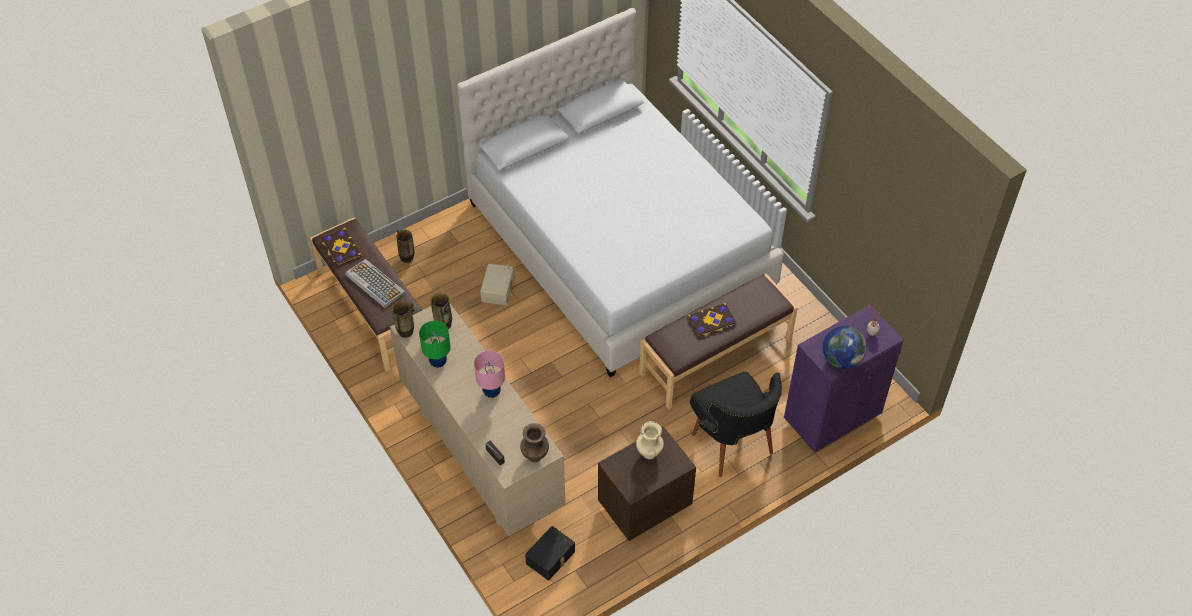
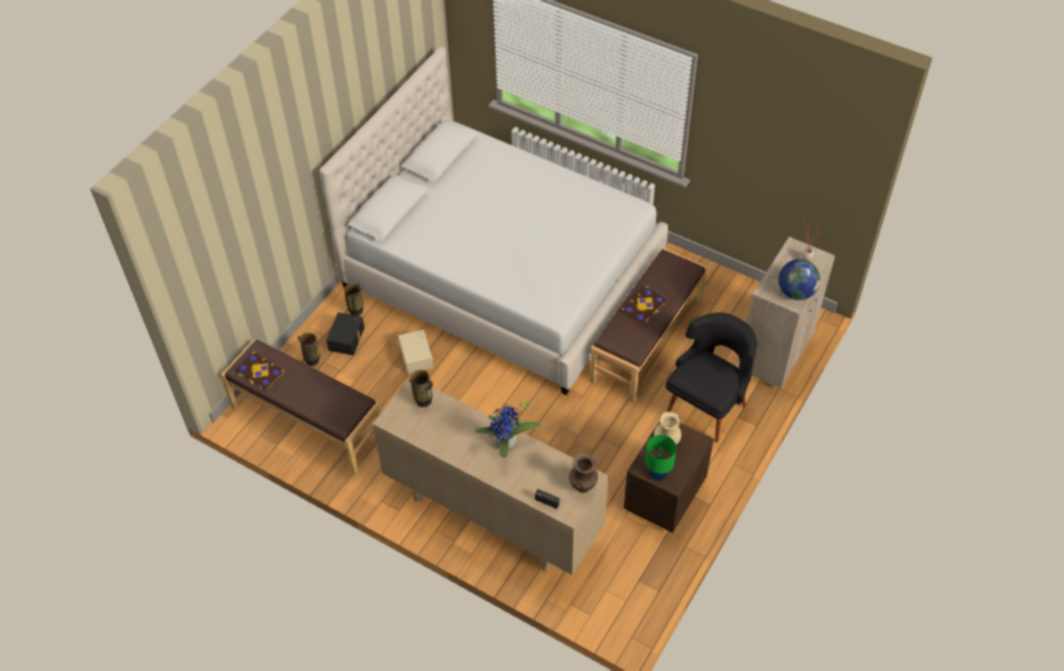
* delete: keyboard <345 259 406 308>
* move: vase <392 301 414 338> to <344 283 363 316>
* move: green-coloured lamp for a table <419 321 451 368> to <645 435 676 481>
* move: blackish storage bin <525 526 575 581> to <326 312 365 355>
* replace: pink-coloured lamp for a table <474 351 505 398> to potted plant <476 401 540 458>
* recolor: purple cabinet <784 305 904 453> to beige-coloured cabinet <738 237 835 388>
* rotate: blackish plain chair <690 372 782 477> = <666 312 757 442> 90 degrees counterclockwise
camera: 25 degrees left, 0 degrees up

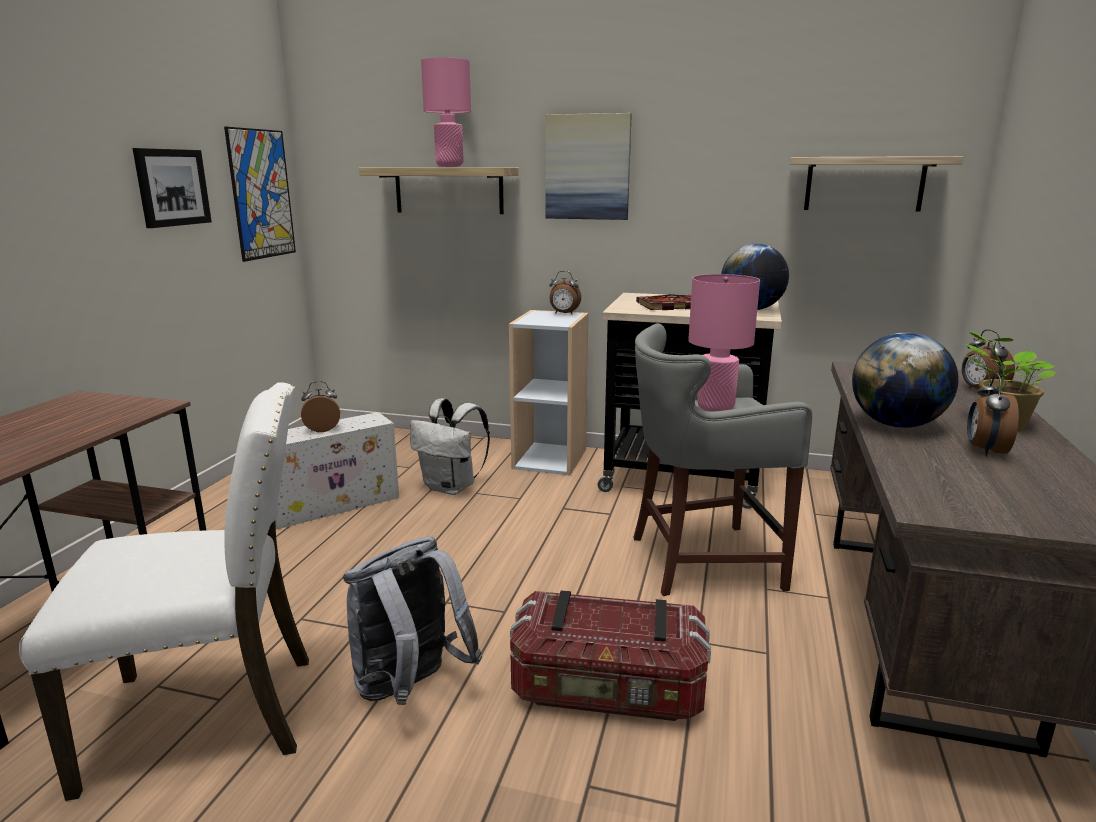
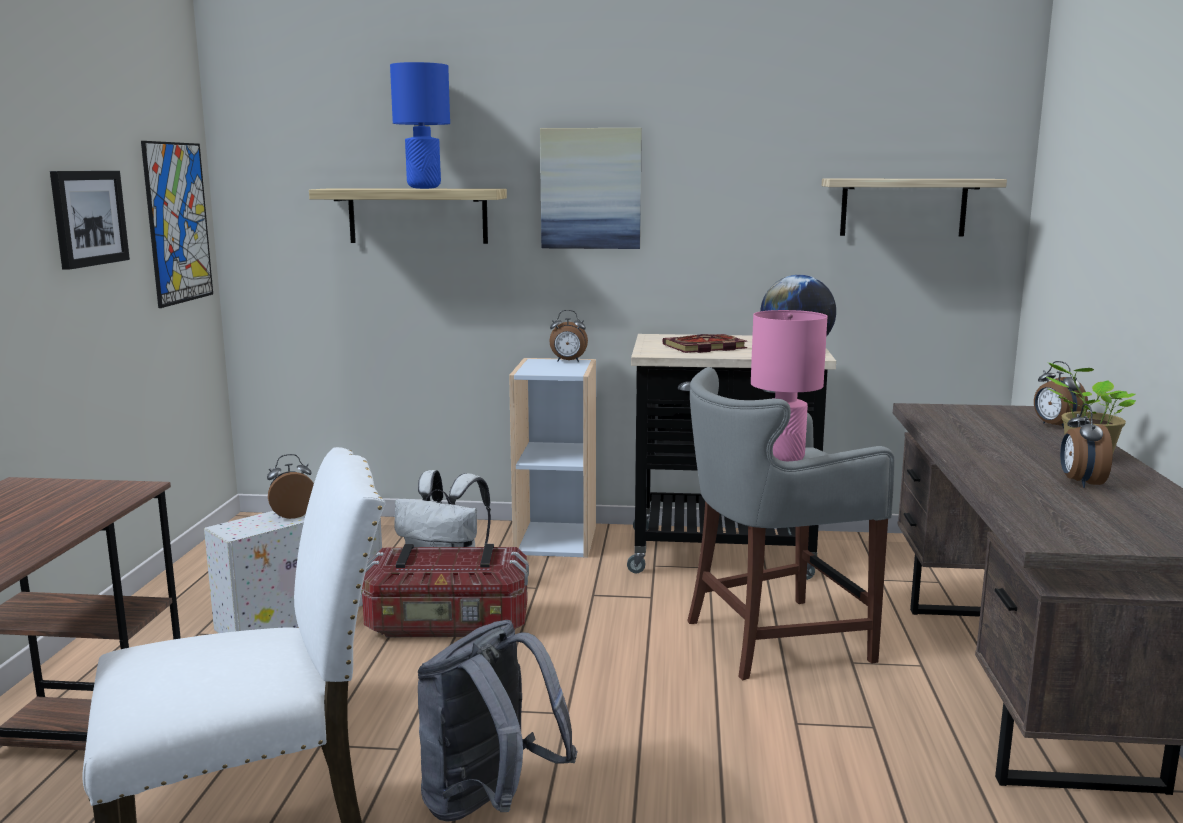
* delete: globe <852 332 959 428>
* move: storage bin <510 591 711 721> to <362 544 529 637>
* recolor: pink-coloured lamp for a table <421 57 471 167> to blue-coloured lamp for a table <390 62 450 189>
camera: 10 degrees left, 5 degrees down

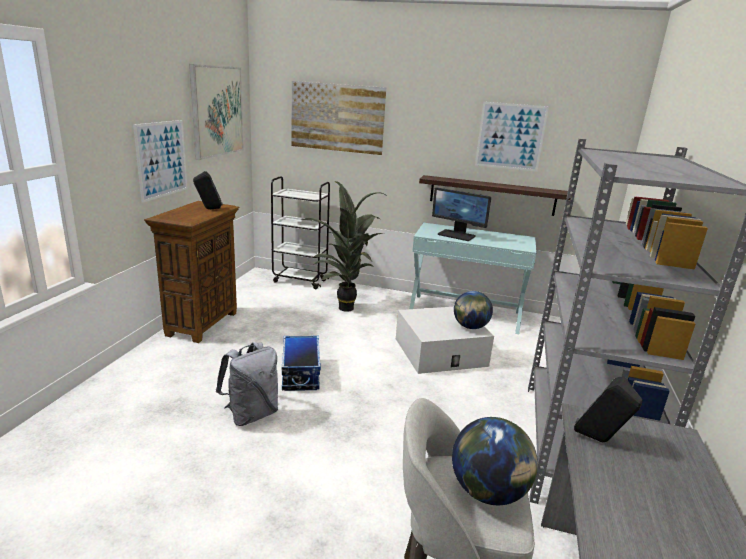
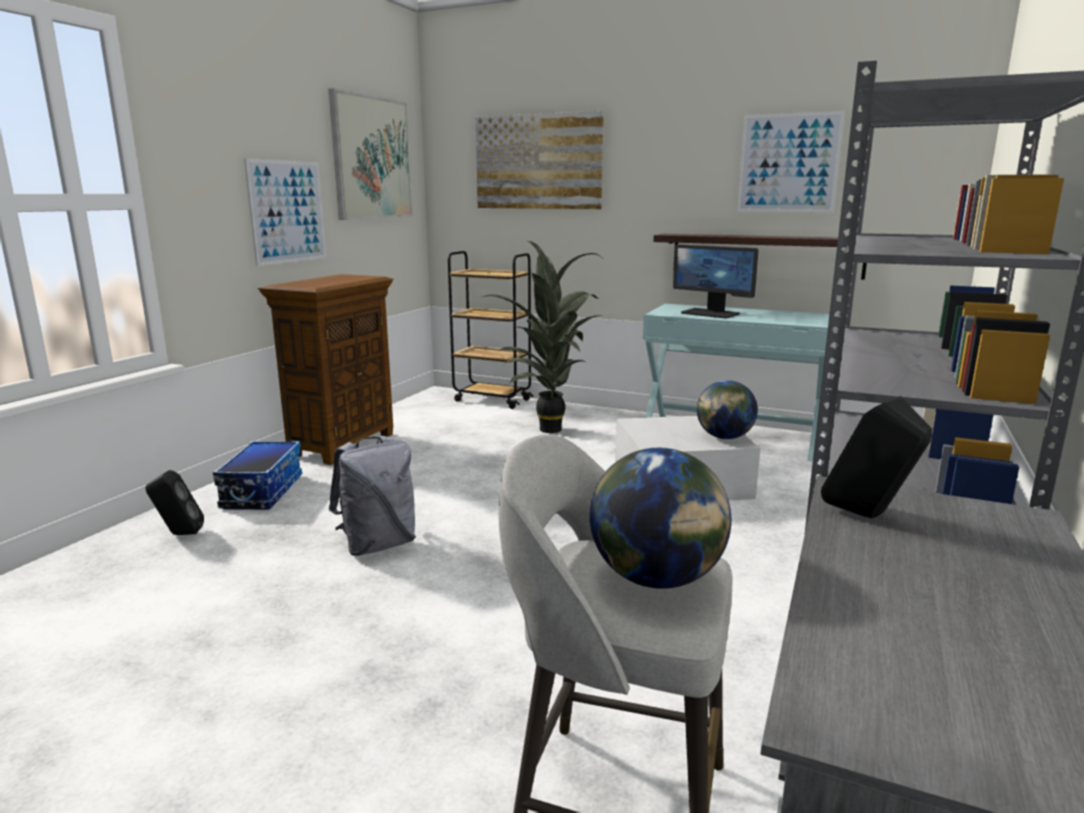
* move: blackish speaker <193 171 222 209> to <145 470 204 535>
* move: storage bin <282 336 321 391> to <213 441 302 510>
* recolor: white-coloured cart <271 176 330 289> to brownish cart <448 251 534 409>
camera: 10 degrees right, 5 degrees down

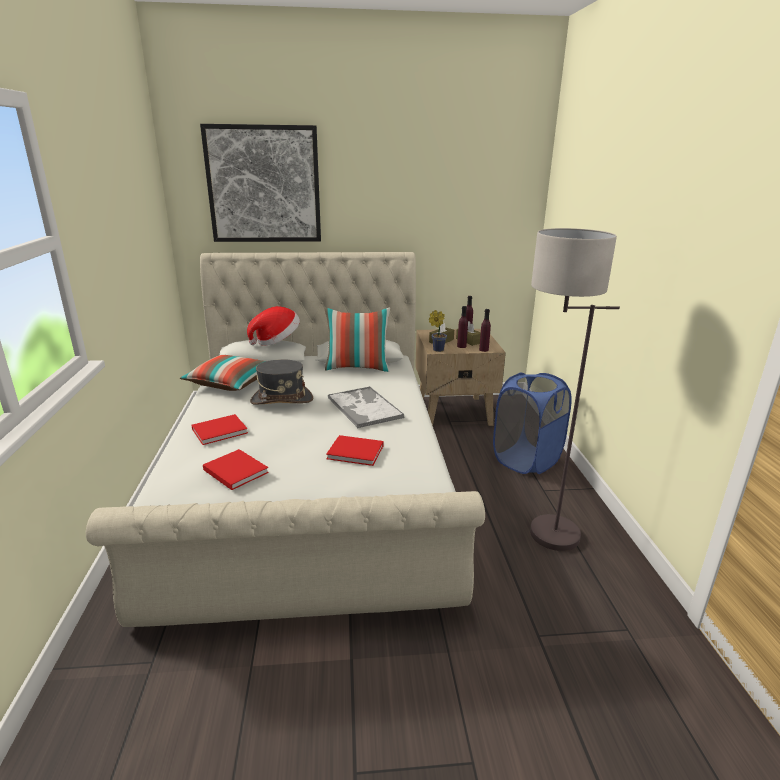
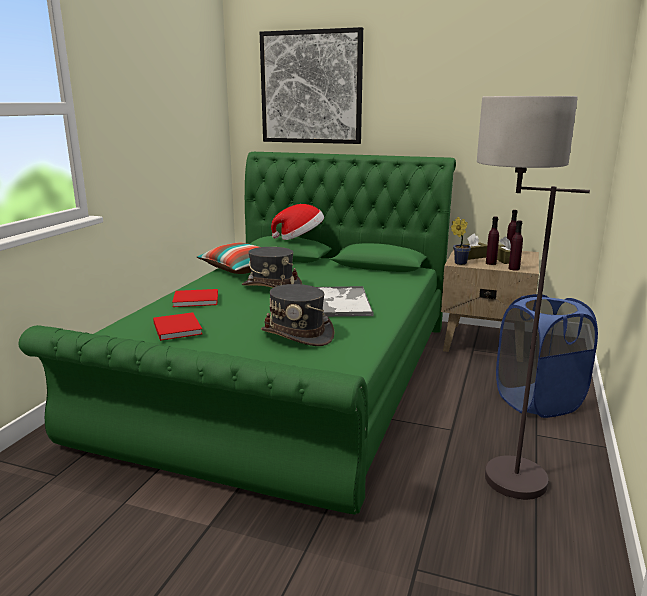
* delete: throw pillow <324 308 390 372>
* replace: red book <326 435 384 466> to gray clothing hat <261 284 335 346>
* recolor: beige-coloured bed <86 252 485 627> to green-coloured bed <18 152 456 515>
camera: 25 degrees right, 5 degrees down

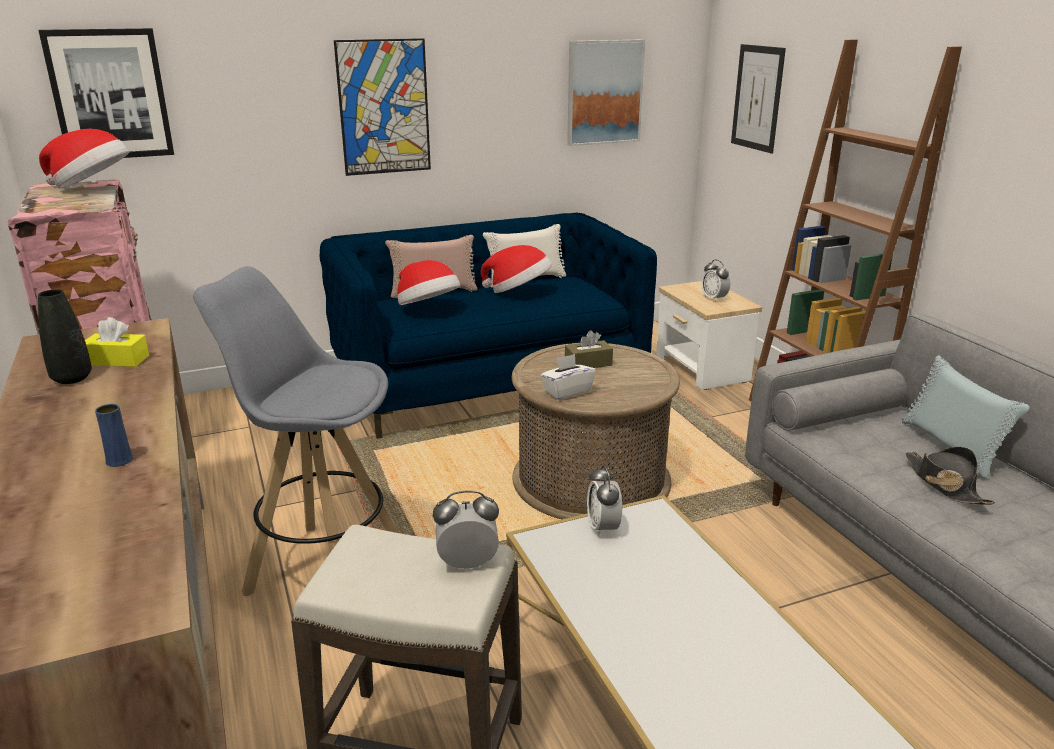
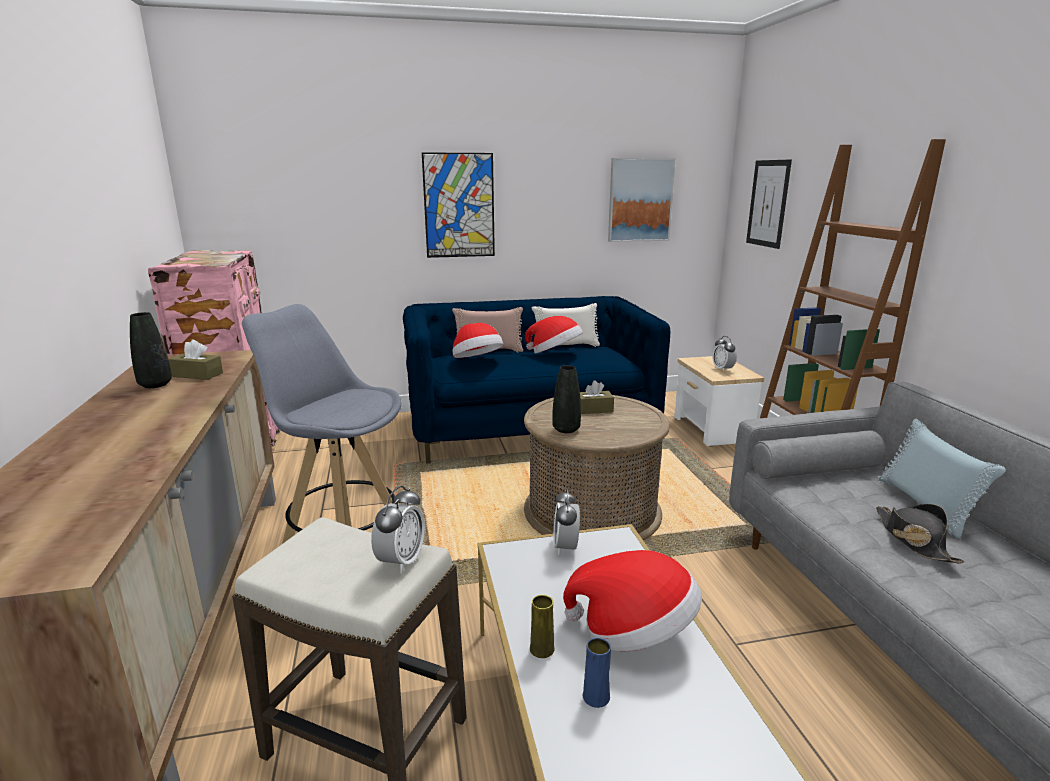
* delete: picture <38 28 174 158>
* insert: yellowish vase <530 595 555 658>
* move: clothing hat <39 129 129 188> to <563 550 702 651>
* move: blue-coloured vase <95 404 133 467> to <583 637 611 708>
* replace: white-coloured tissue box <541 354 596 400> to blackish vase <552 365 581 433>
* recolor: yellowish tissue box <85 317 149 367> to brownish tissue box <168 340 223 380>
* rotate: table clock <433 490 499 570> = <371 485 425 573> 105 degrees clockwise
camera: 10 degrees right, 5 degrees down

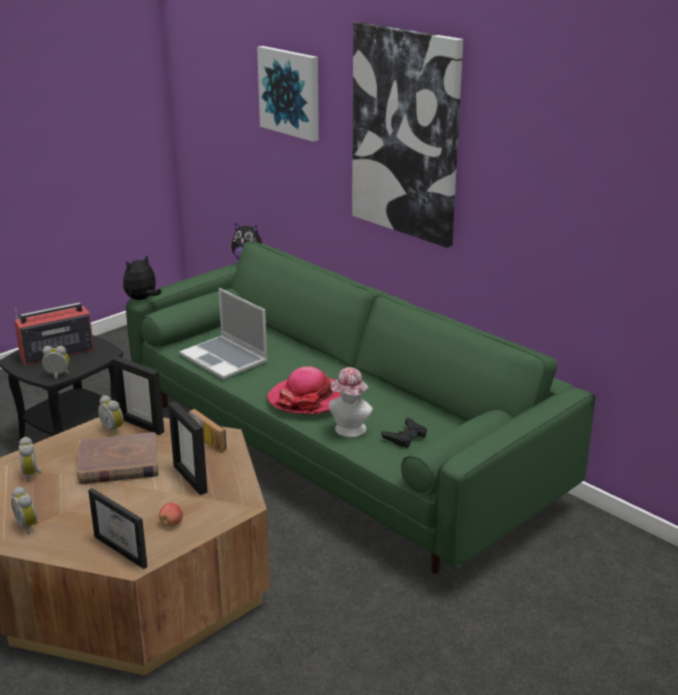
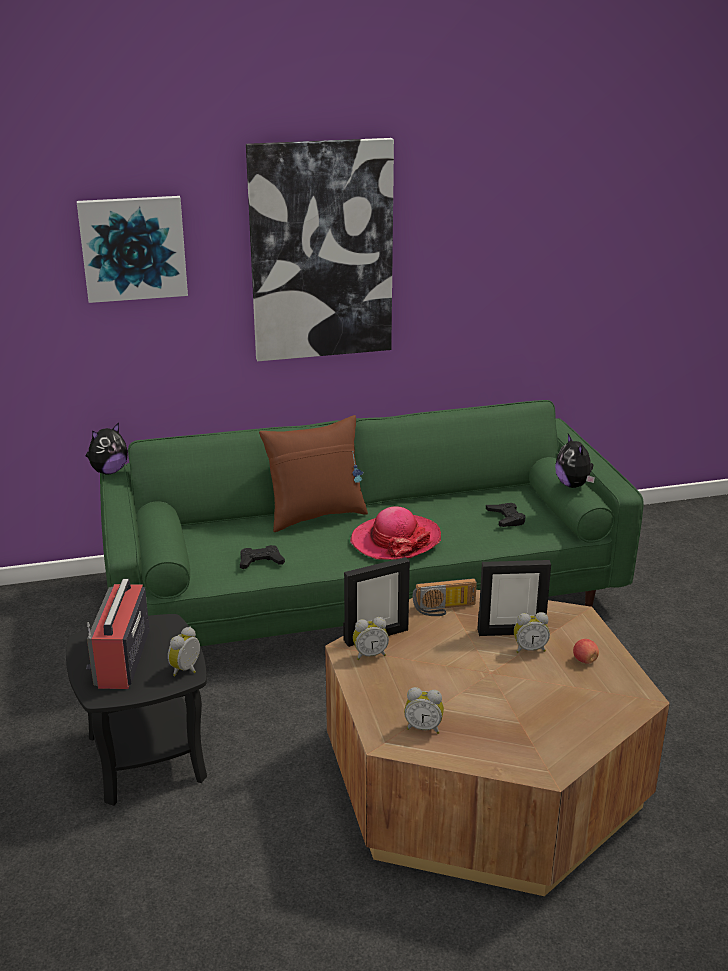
* delete: brownish book <77 432 159 484>
* delete: standing frame <88 488 147 569>
* delete: clothing hat <329 367 373 437>
* insert: brownish throw pillow <259 415 368 532>
* move: table clock <11 487 38 535> to <514 612 550 653>
* move: soft toy <123 255 162 300> to <555 434 595 488>
* replace: laptop <179 288 268 380> to blackish game controller <240 545 285 569>
camera: 60 degrees left, 0 degrees up

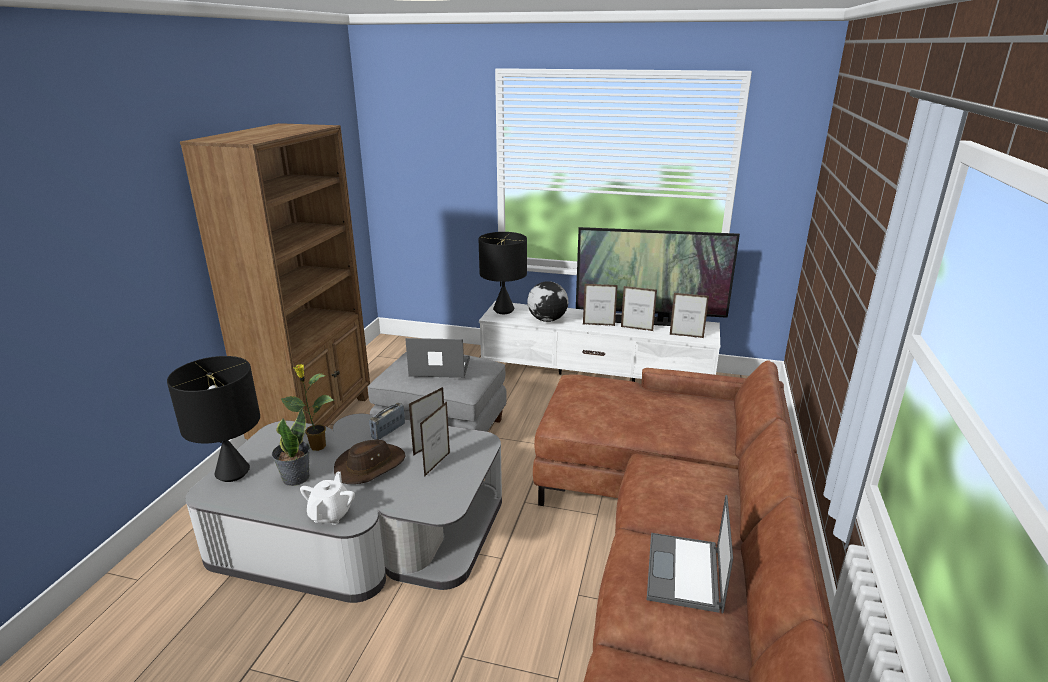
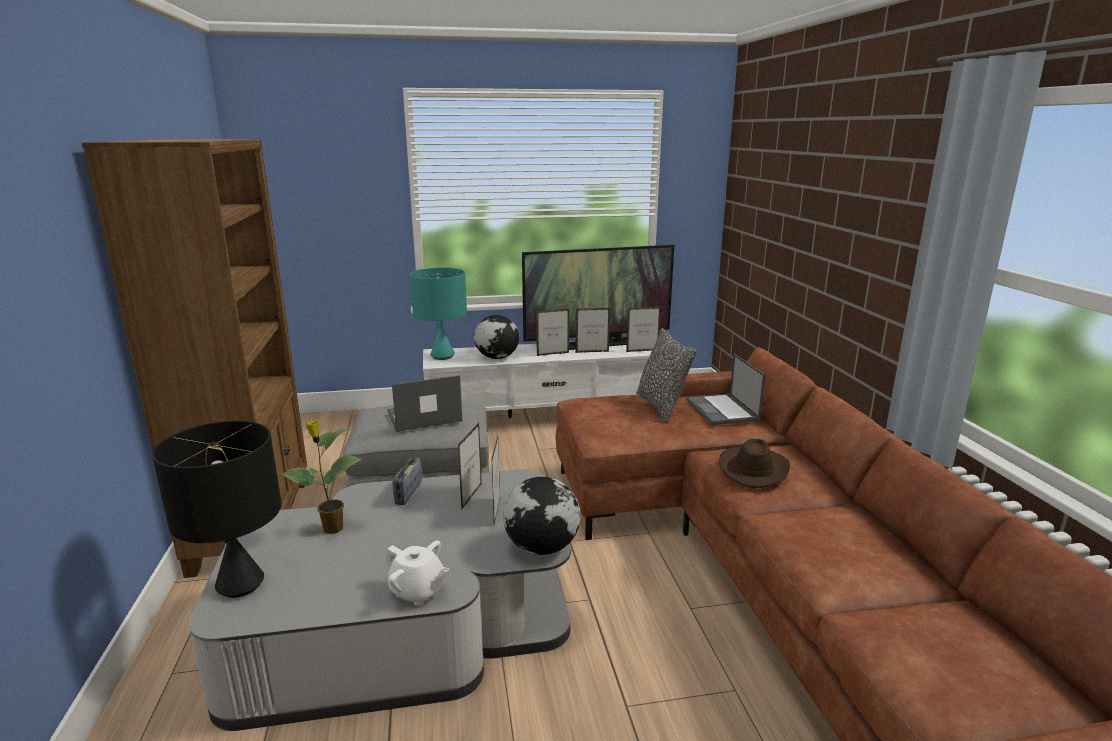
* delete: potted plant <272 408 310 486>
* insert: globe <503 477 581 555>
* insert: throw pillow <636 328 696 423>
* move: brownish clothing hat <334 439 406 484> to <719 438 790 488>
* move: laptop <647 495 733 613> to <686 354 765 425>
* recolor: blackish lamp for a table <479 232 527 314> to blue-green lamp for a table <410 268 467 360>
* rotate: white-coloured tea pot <300 472 355 525> = <385 541 449 606> 135 degrees clockwise
camera: 25 degrees left, 5 degrees down

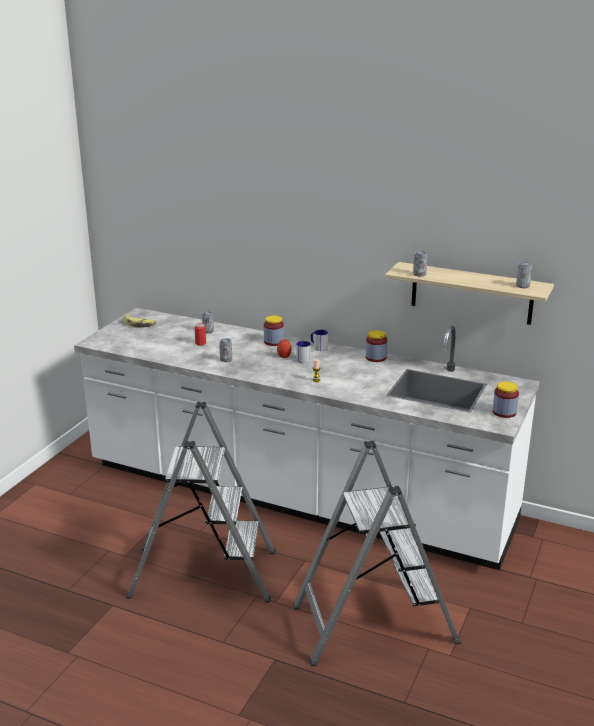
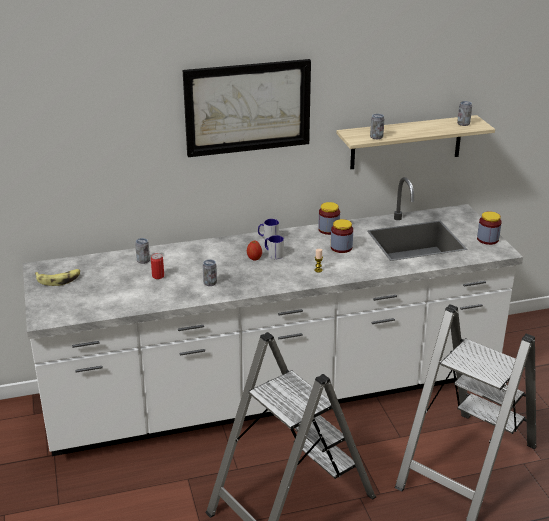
* insert: picture <183 59 311 157>
* move: preserve jar <264 315 284 346> to <331 219 353 253>
camera: 40 degrees left, 5 degrees up

